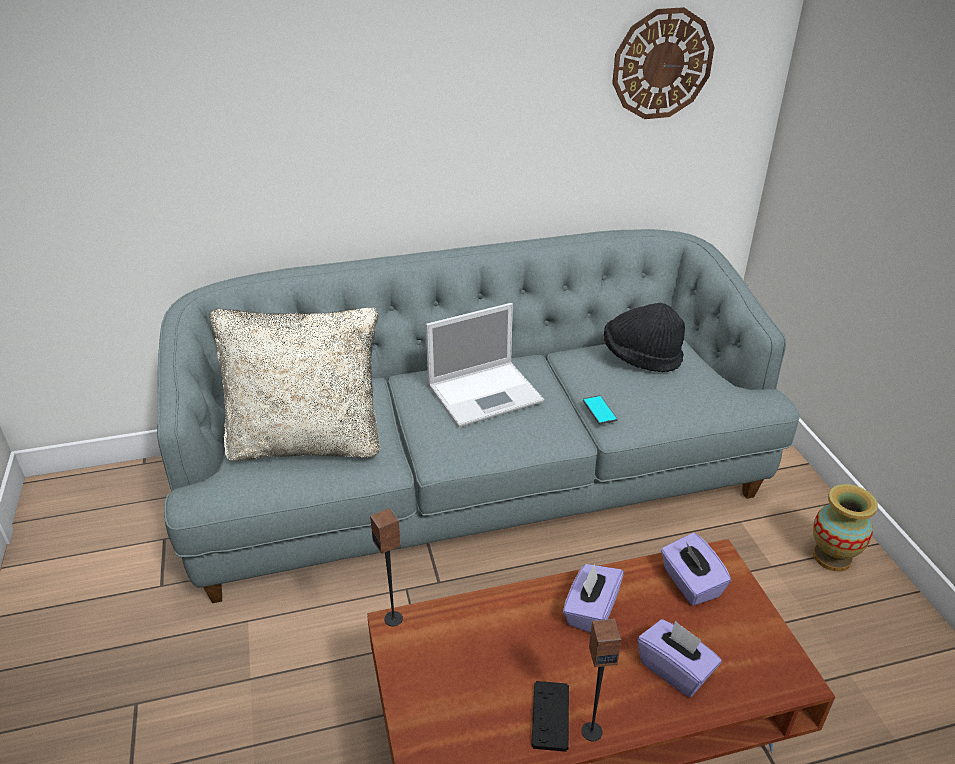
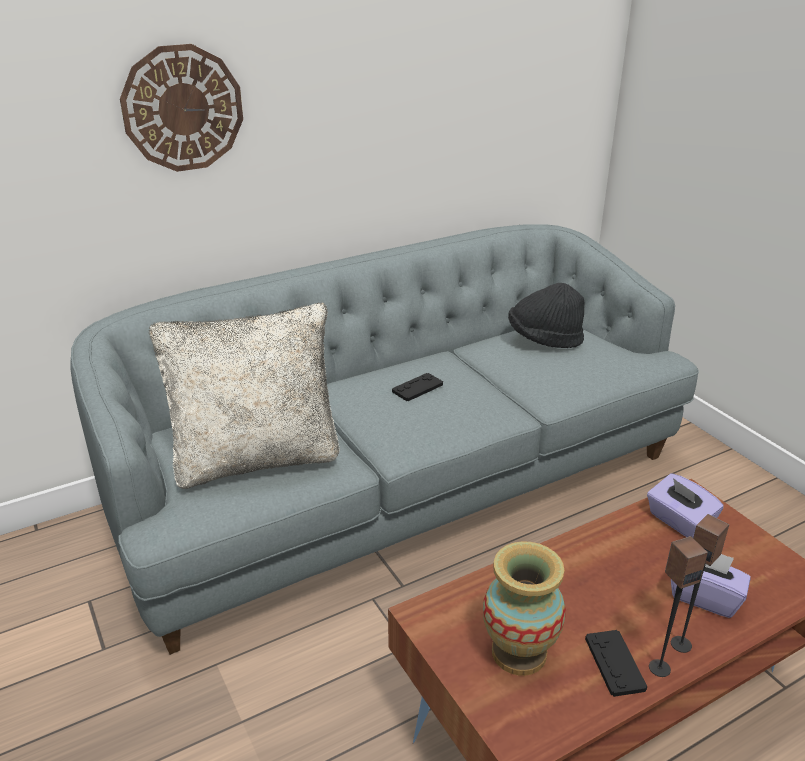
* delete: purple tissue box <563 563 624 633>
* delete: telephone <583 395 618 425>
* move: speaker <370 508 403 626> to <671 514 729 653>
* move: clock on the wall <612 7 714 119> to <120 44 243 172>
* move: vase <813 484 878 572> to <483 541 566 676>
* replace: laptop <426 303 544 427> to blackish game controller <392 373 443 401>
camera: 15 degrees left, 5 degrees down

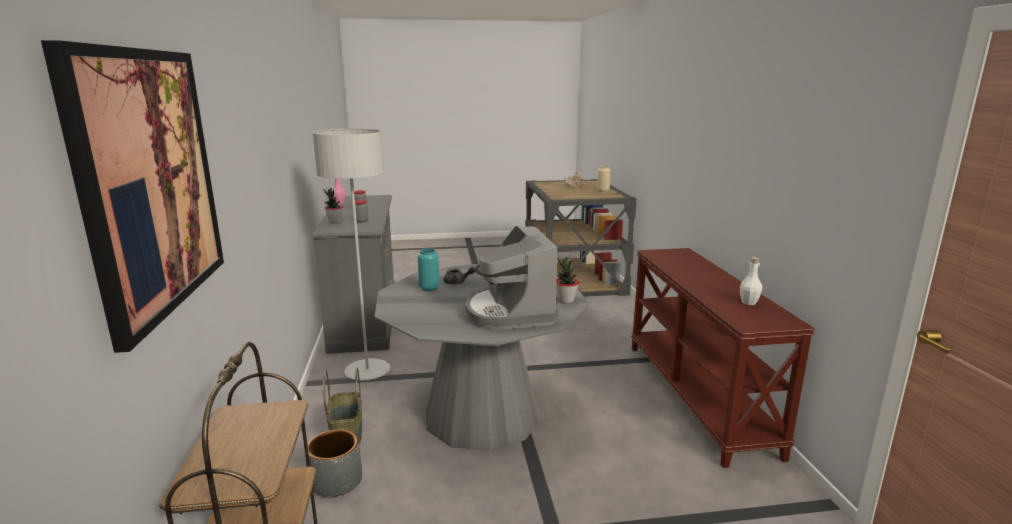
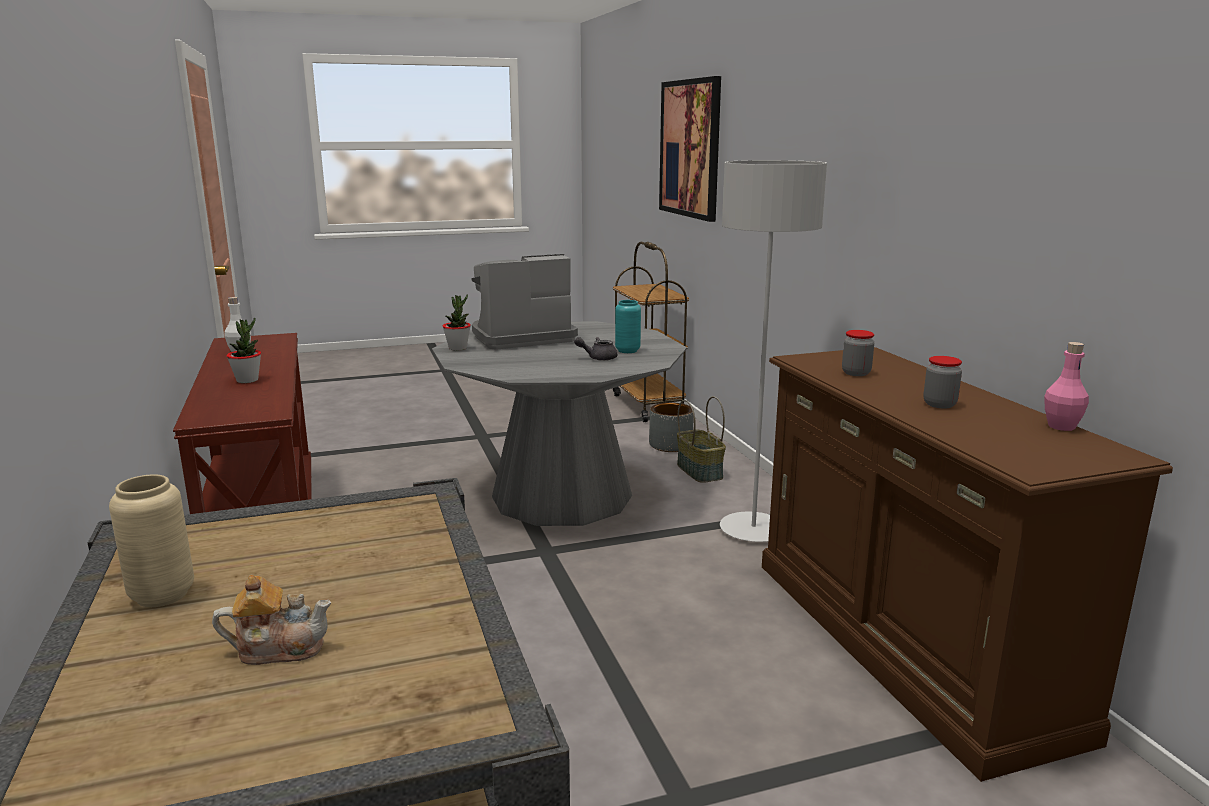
* move: potted plant <323 188 343 223> to <227 318 261 383>
* recolor: gray cabinet <312 195 396 354> to brownish cabinet <762 347 1173 782>
* rotate: coffee brewer <465 226 559 330> = <472 254 578 350> 90 degrees counterclockwise
camera: 170 degrees right, 0 degrees up

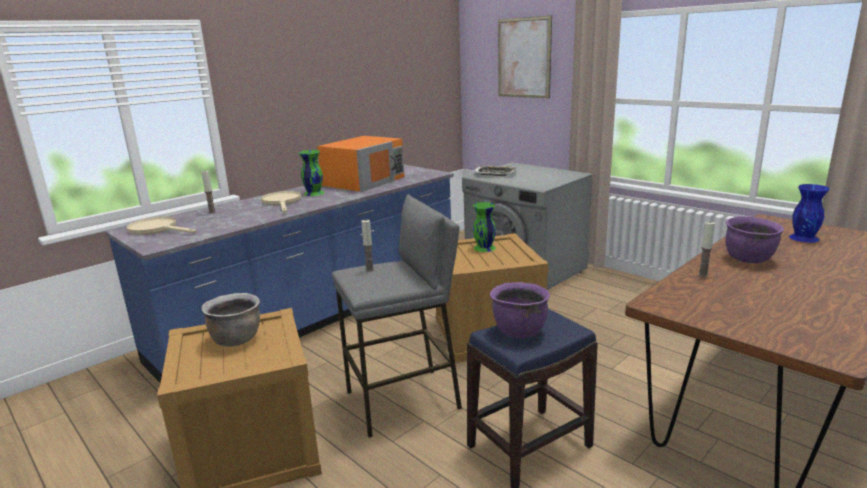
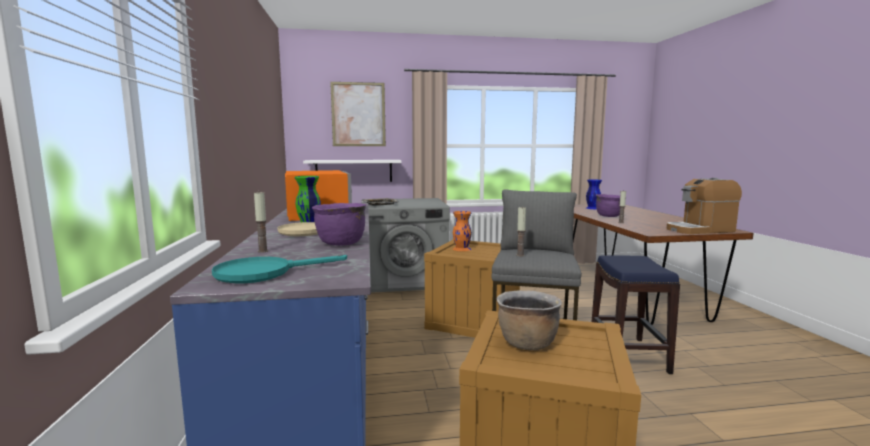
* insert: white-coloured shelf <303 160 402 182>
* insert: coffee brewer <667 178 742 234>
* move: purple cooking pot <490 282 550 338> to <312 203 366 246>
* recolor: beige-coloured pan <127 217 196 235> to blue-green pan <212 255 347 283>
* recolor: green-coloured vase <473 202 496 252> to orange-coloured vase <453 211 472 251>
camera: 55 degrees left, 10 degrees down

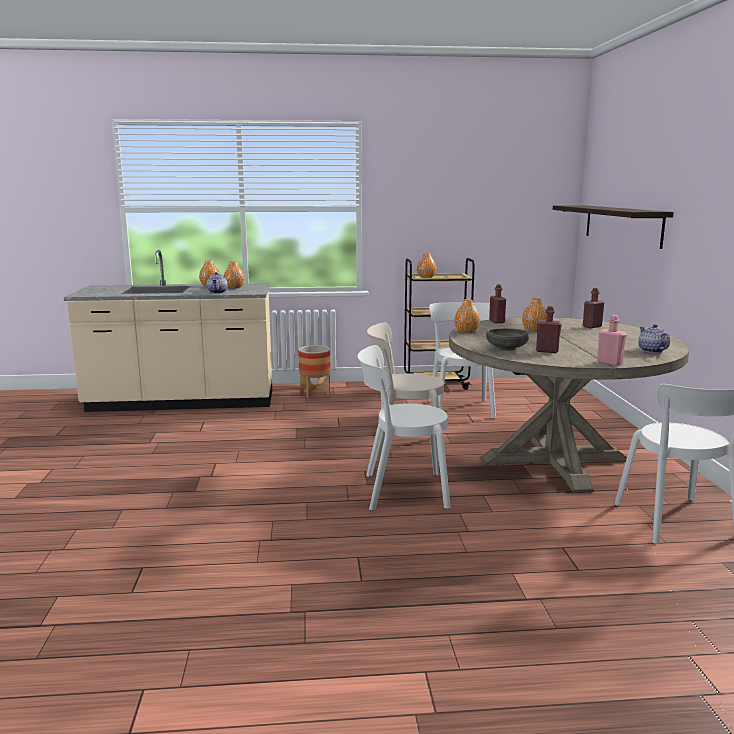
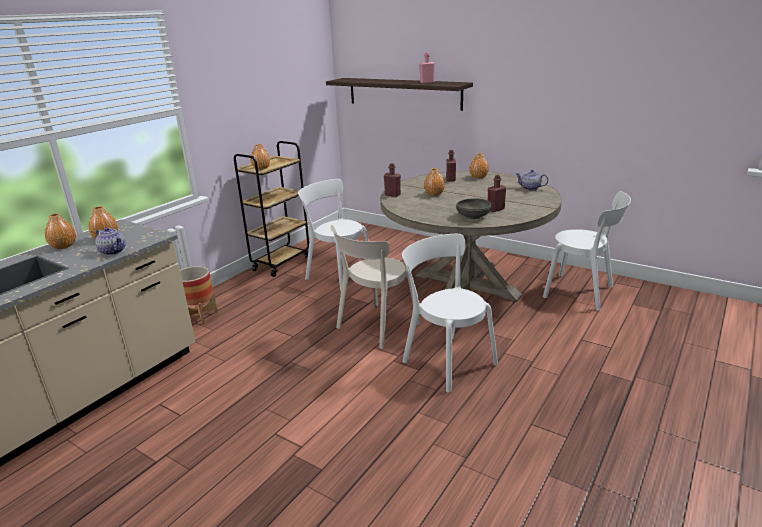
* move: orange-coloured vase <454 299 480 333> to <469 153 489 179>
* move: pink-coloured beverage bottle <597 315 627 366> to <419 52 435 84>
* rotate: white-coloured plain chair <357 345 451 510> = <402 234 498 393> 105 degrees clockwise
camera: 50 degrees left, 10 degrees up

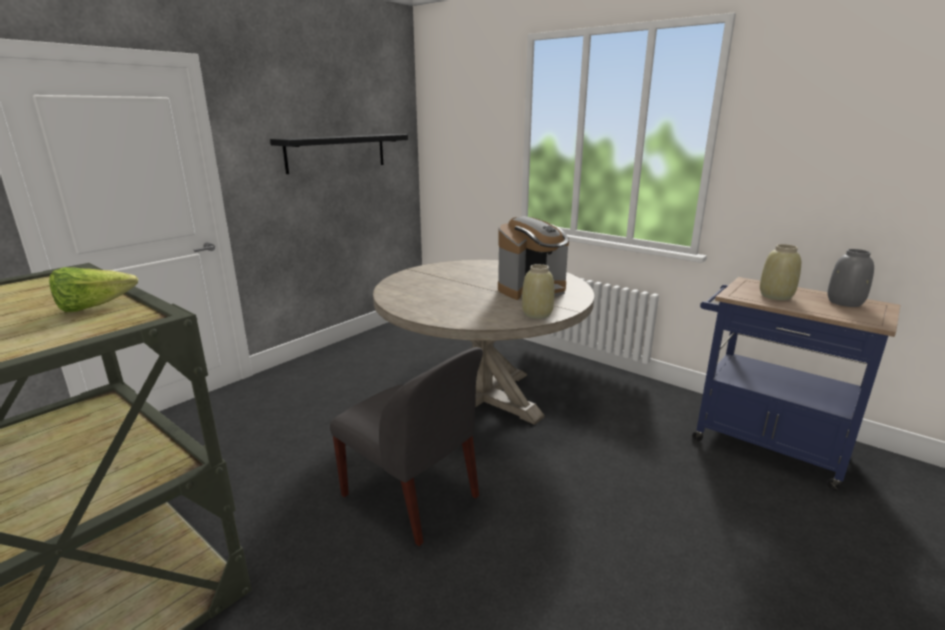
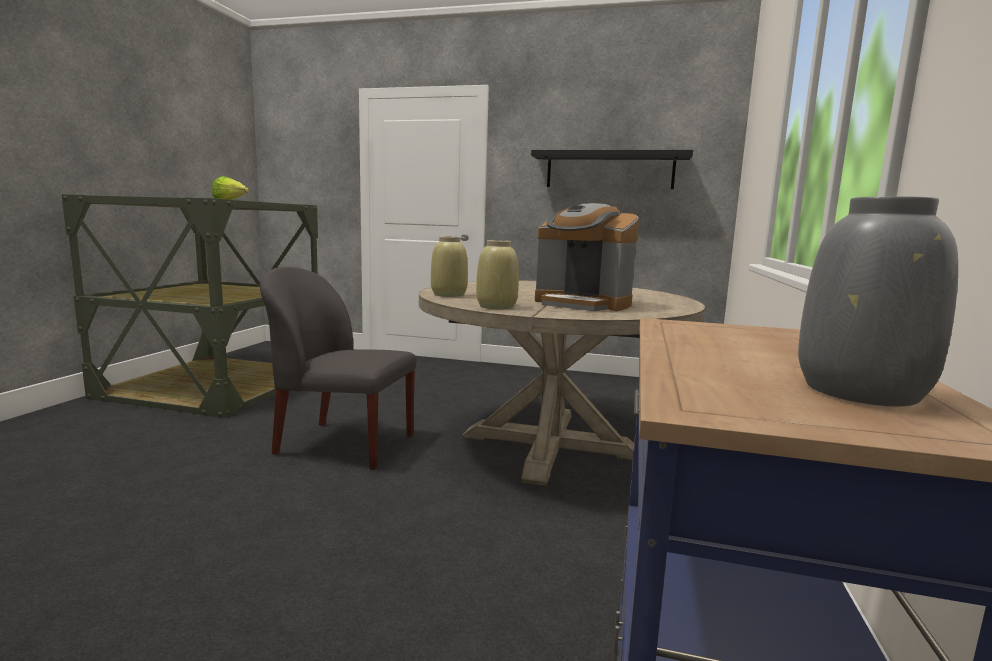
* move: beige-coloured vase <760 244 801 300> to <431 236 468 297>
* rotate: gray plain chair <330 347 483 546> = <260 267 416 470> 90 degrees clockwise
camera: 65 degrees right, 10 degrees down

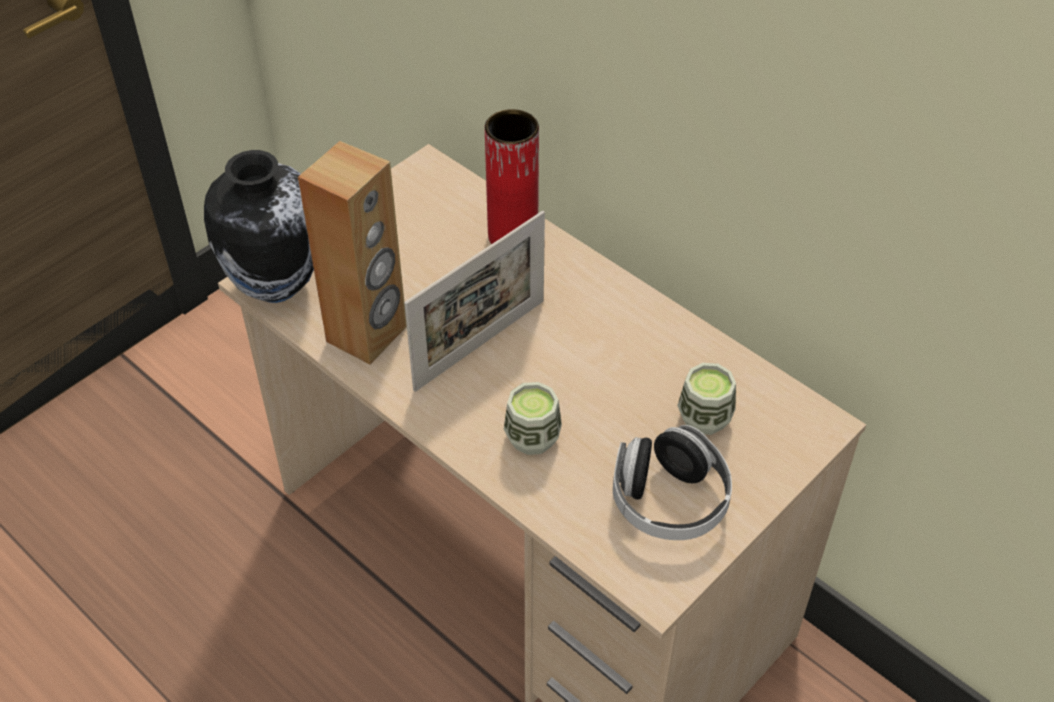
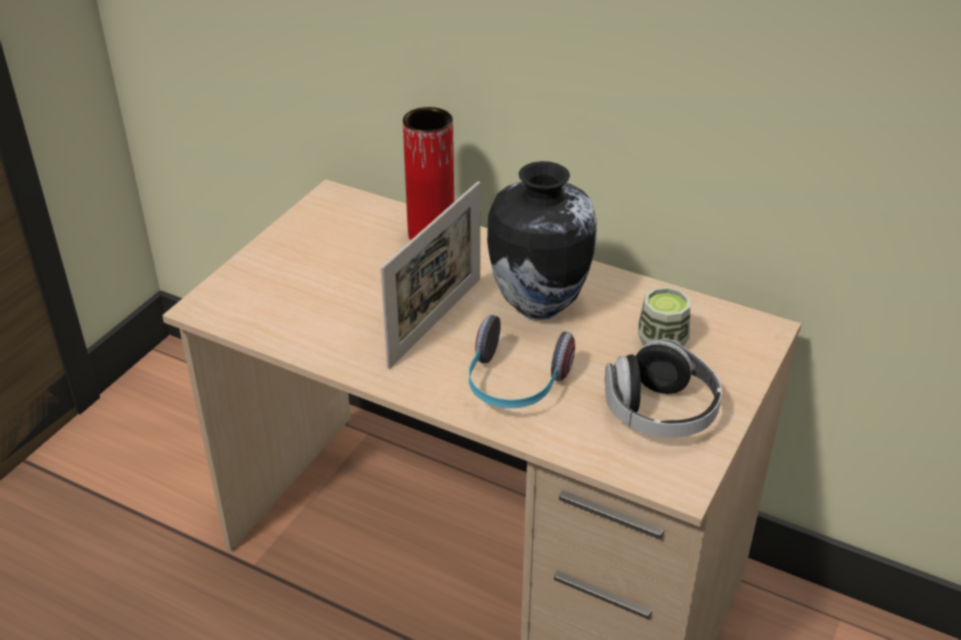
* delete: brownish speaker <298 141 407 365>
* move: vase <204 150 314 303> to <487 161 597 320>
* replace: small cup <504 382 562 455> to headset <469 315 575 408>
camera: 15 degrees left, 10 degrees down

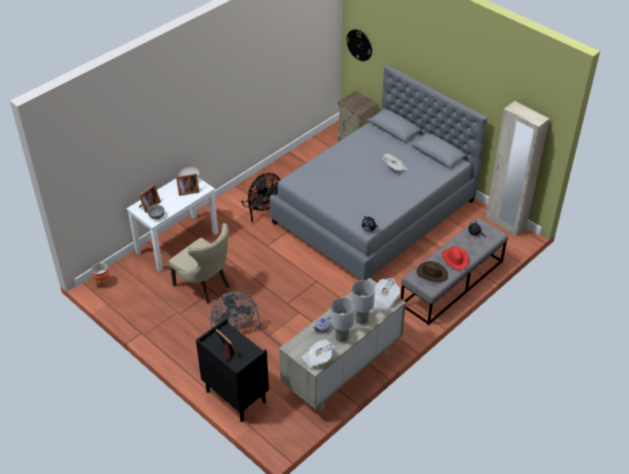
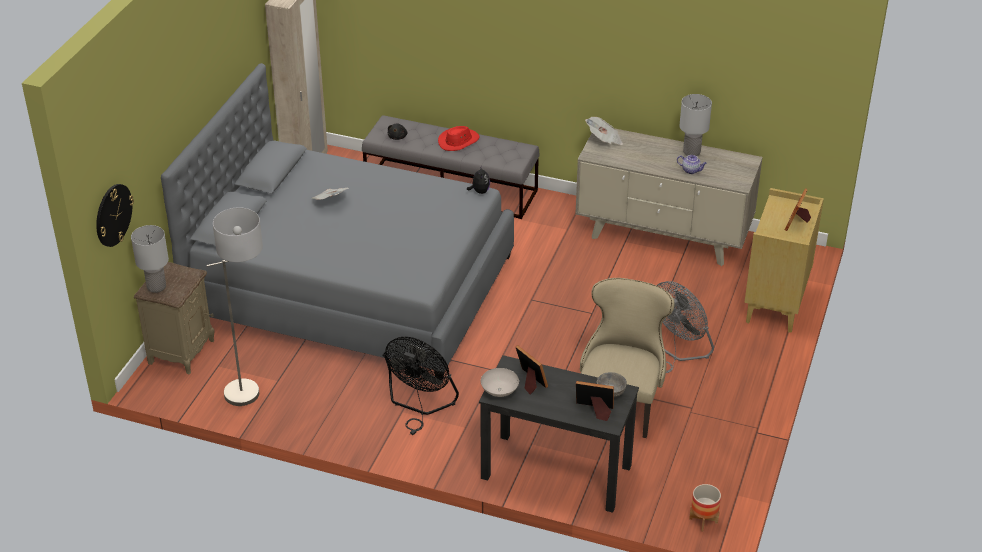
* delete: printed paper <302 339 334 368>
* delete: brownish clothing hat <417 261 448 282>
* insert: gray floor lamp <206 207 263 406>
* move: gray lamp for a table <351 280 375 324> to <131 225 169 293>
* recolor: white-coloured desk unit <126 177 218 272> to blackish desk unit <479 355 639 513>
* recolor: blackish cabinet <196 318 269 422> to beige-coloured cabinet <744 188 824 333>
camera: 115 degrees left, 5 degrees down

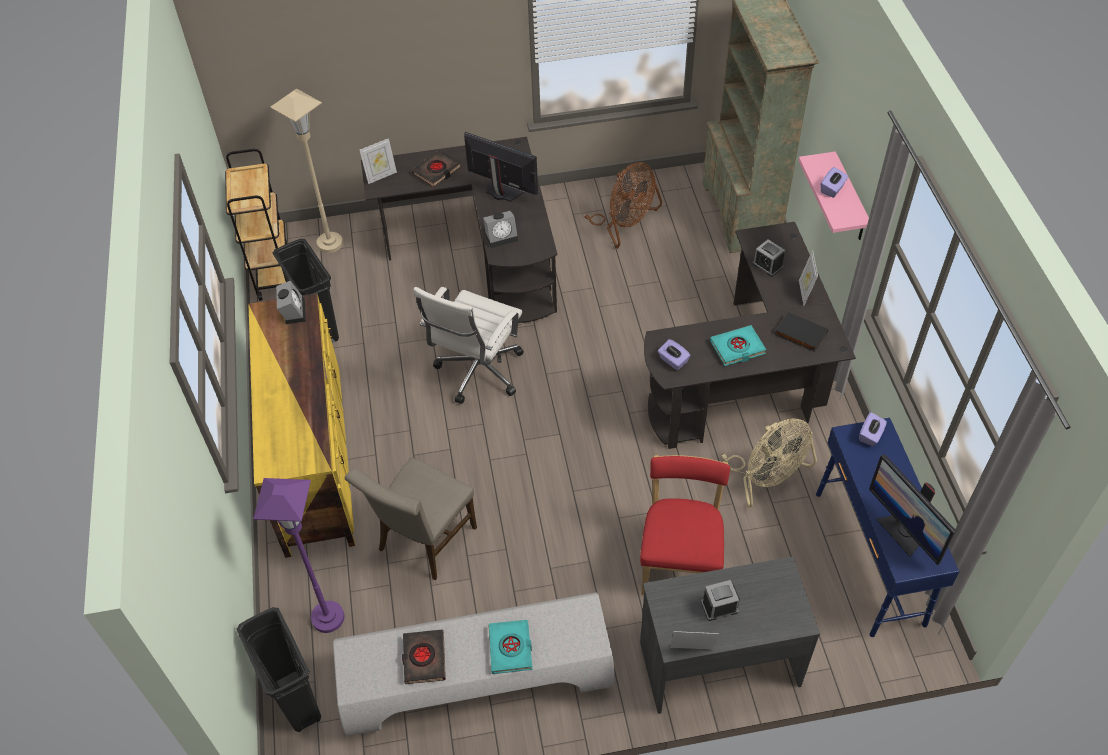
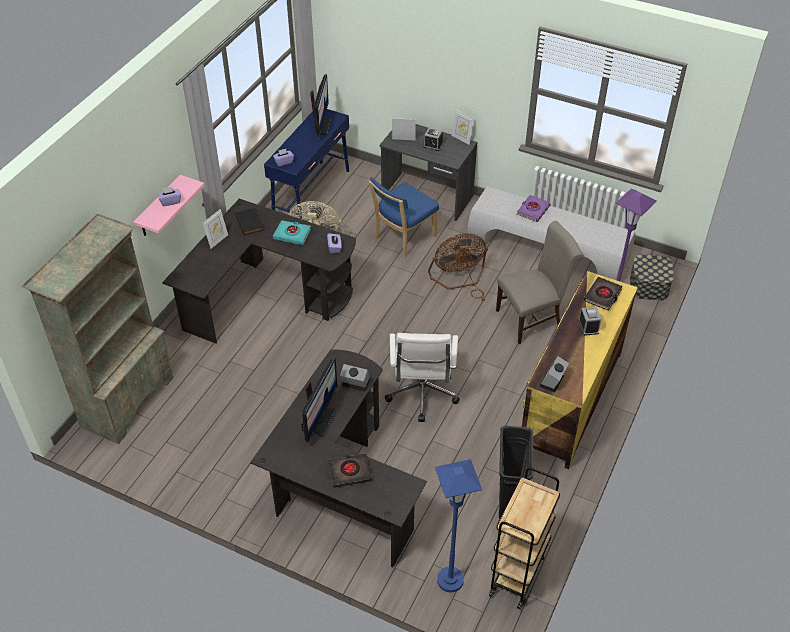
* move: standing frame <360 138 397 184> to <392 118 415 140>
* move: blackish book <402 629 446 684> to <584 277 622 311>
* move: brownish fan <585 162 662 249> to <428 233 488 300>
* move: table clock <752 239 785 277> to <579 306 602 336>
* replace: blackish waste bin <236 607 321 732> to storage bin <630 255 674 300>
* recolor: beige-coloured floor lamp <270 89 343 253> to blue-coloured floor lamp <435 459 482 592>
* recolor: blue-green book <488 620 533 674> to purple book <517 195 551 222>
* recolor: red plain chair <640 455 730 595> to blue-coloured plain chair <368 177 439 258>
* rotate: white-coloured office chair <413 287 524 404> = <385 333 460 422> 120 degrees clockwise
* rotate: monitor <464 132 538 202> = <301 358 337 443> 135 degrees counterclockwise
camera: 145 degrees left, 5 degrees down

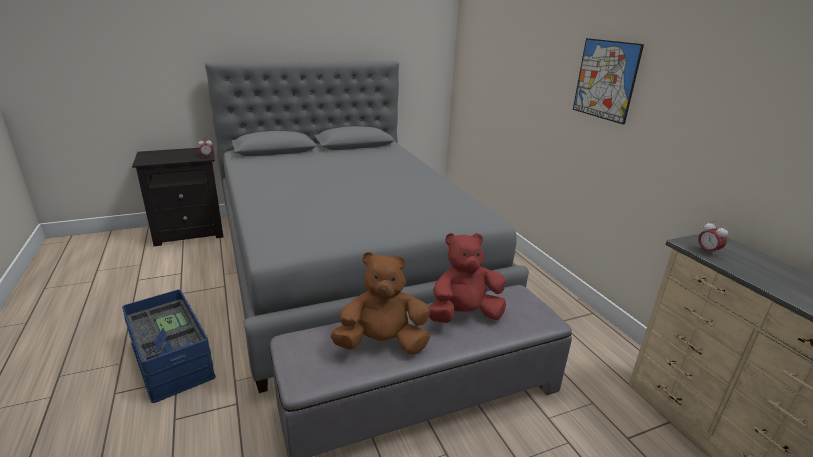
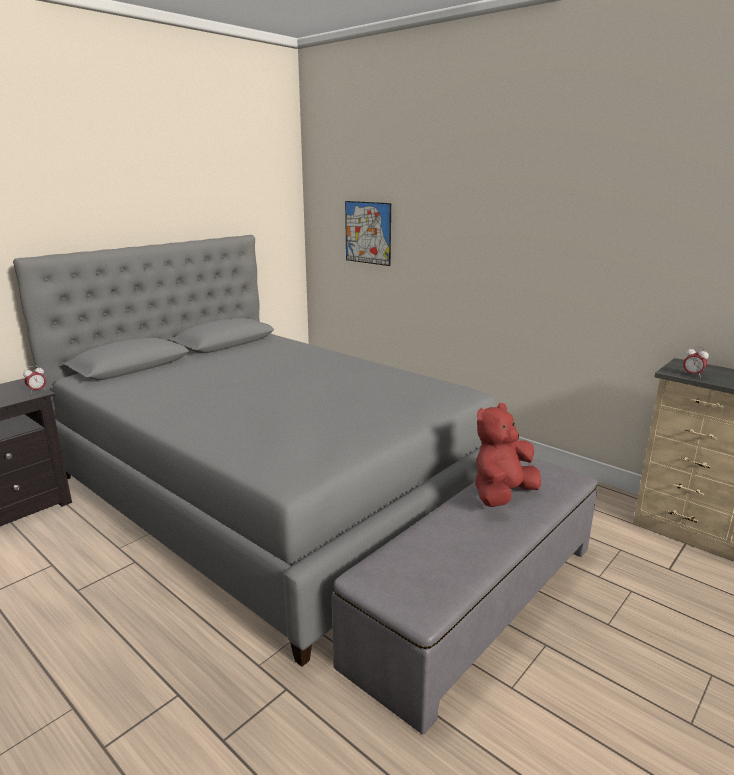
* delete: blue-coloured storage bin <122 290 216 403>
* delete: brownish soft toy <331 252 430 355>
* move: picture <573 38 644 125> to <345 201 391 266>
camera: 25 degrees left, 5 degrees down

